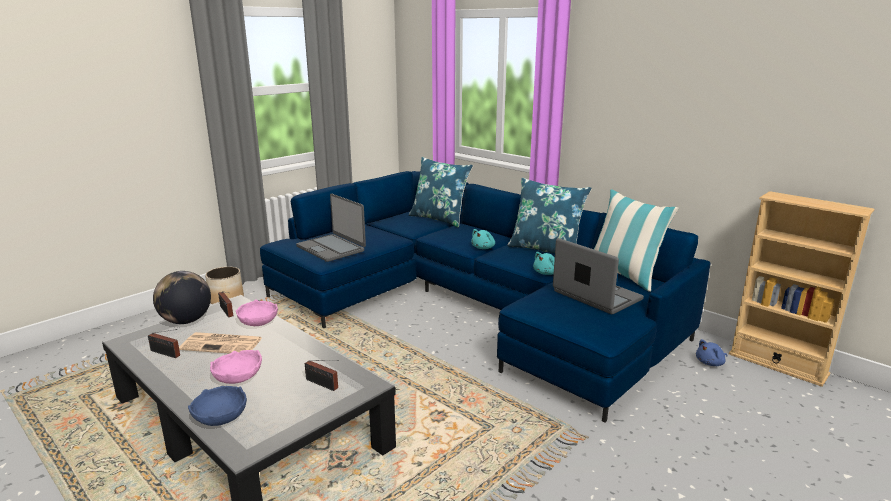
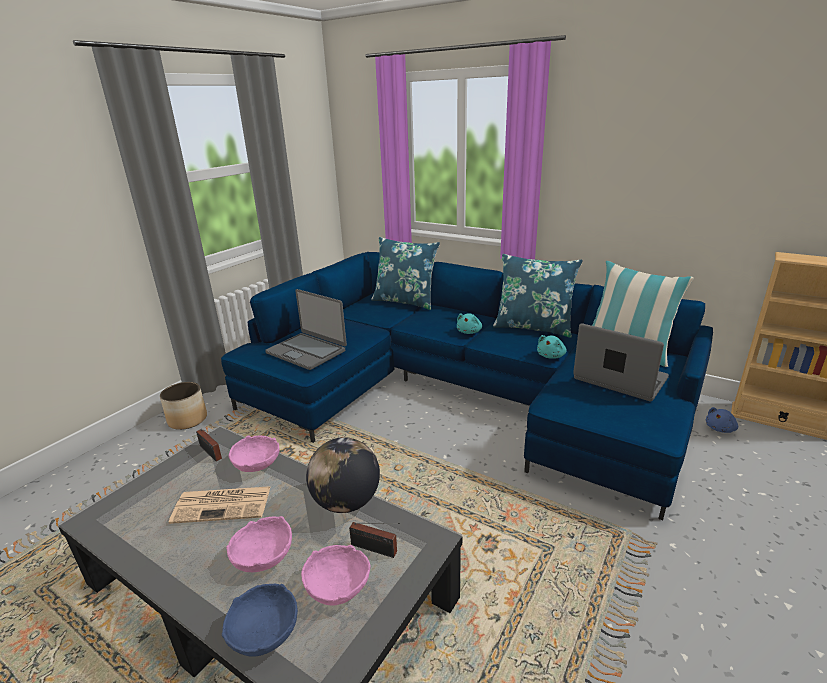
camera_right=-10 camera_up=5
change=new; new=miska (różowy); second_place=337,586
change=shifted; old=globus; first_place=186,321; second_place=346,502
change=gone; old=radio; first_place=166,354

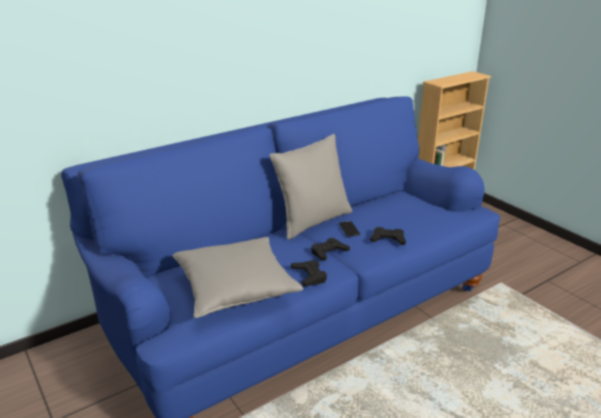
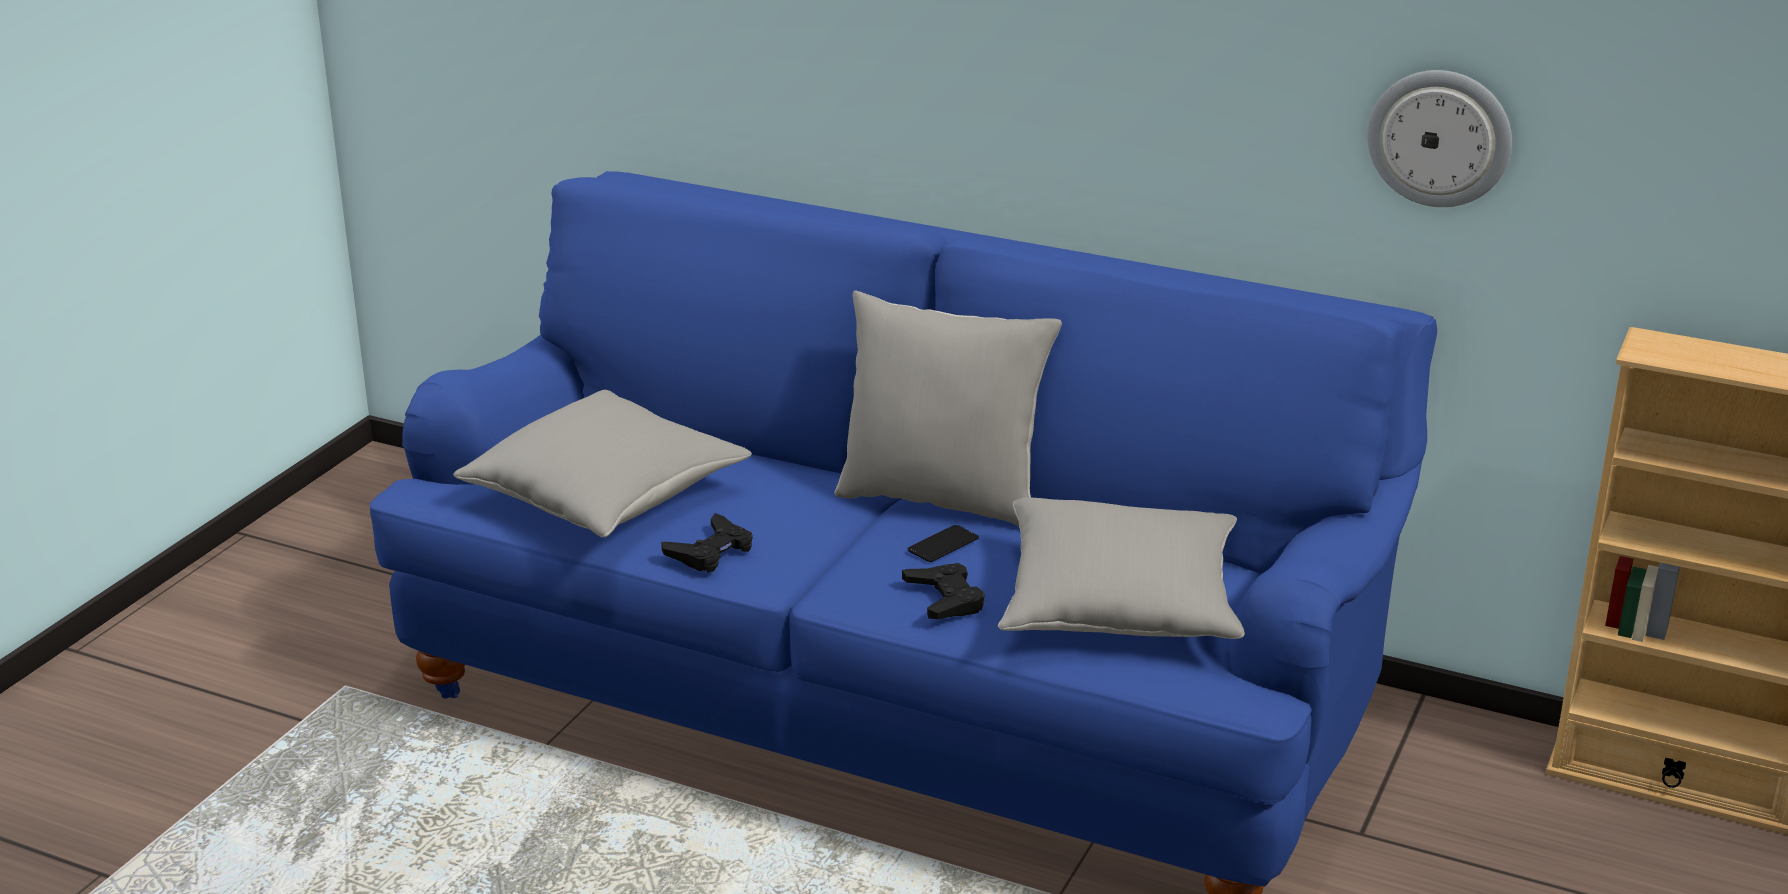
camera_right=60 camera_up=0
change=new; new=poduszka (szary); second_place=1120,604
change=new; new=zegar ścienny; second_place=1440,137
change=gone; old=pad do gier (czarny); first_place=328,252

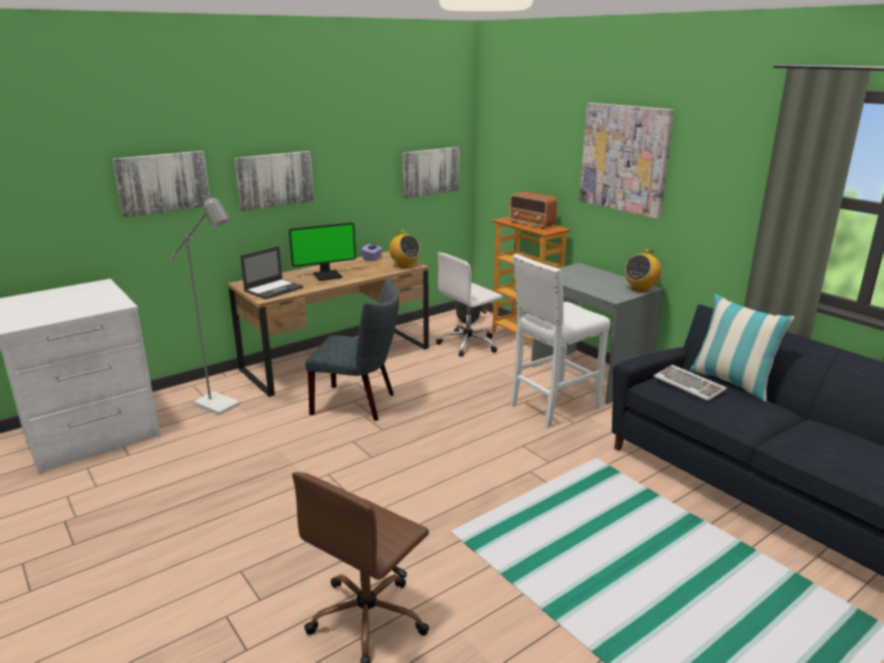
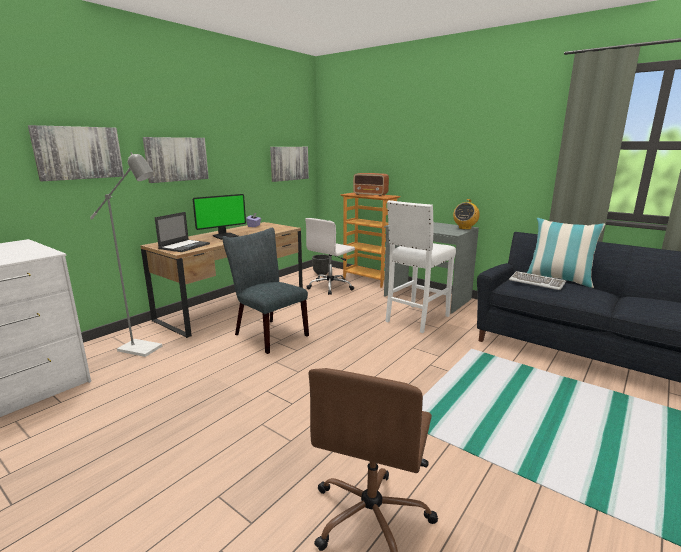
camera_right=-15 camera_up=-5
change=rotated; old=krzesło (szary); first_place=359,404; second_place=267,334; degrees=-135
change=gone; old=radio; first_place=404,265
change=gone; old=obraz; first_place=625,158

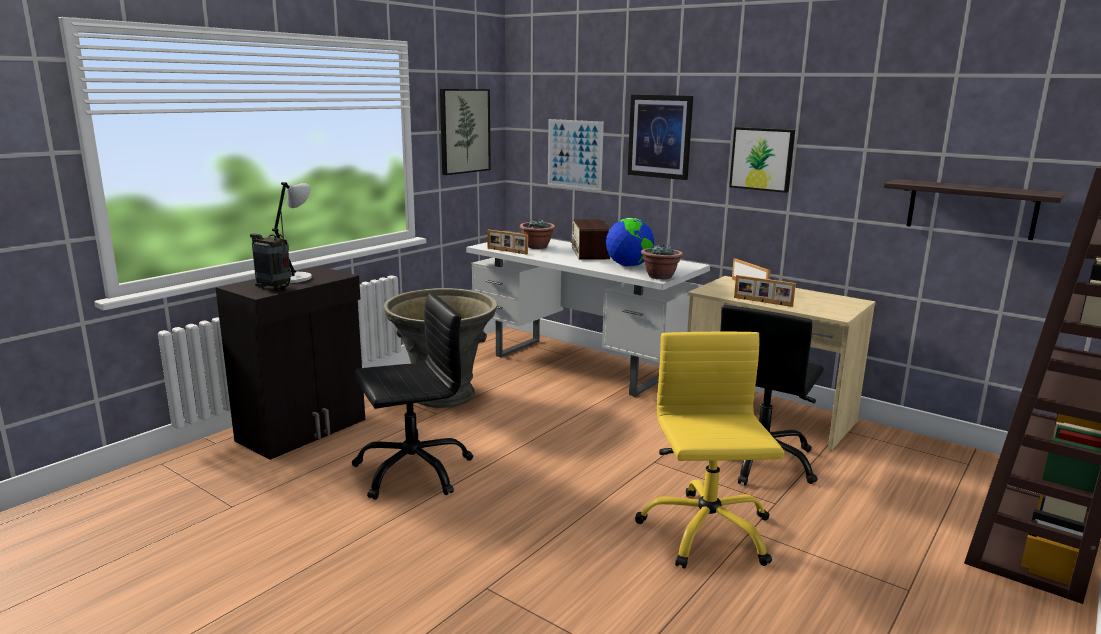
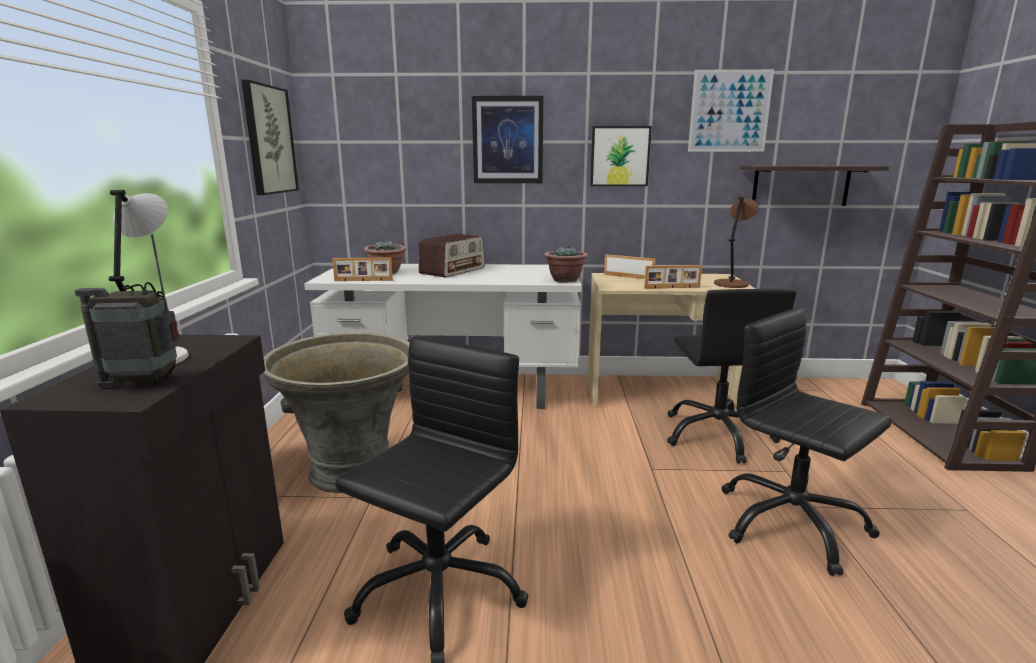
camera_right=-35 camera_up=0
change=rotated; old=radio; first_place=590,253; second_place=453,270; degrees=-105
change=shifted; old=obraz; first_place=574,154; second_place=729,111
change=new; new=lampa stołowa (brązowy); second_place=731,284
change=repainted; old=krzesło biurowe (żółty); new=krzesło biurowe (czarny); first_place=706,531; second_place=790,523
change=gone; old=globus; first_place=629,266

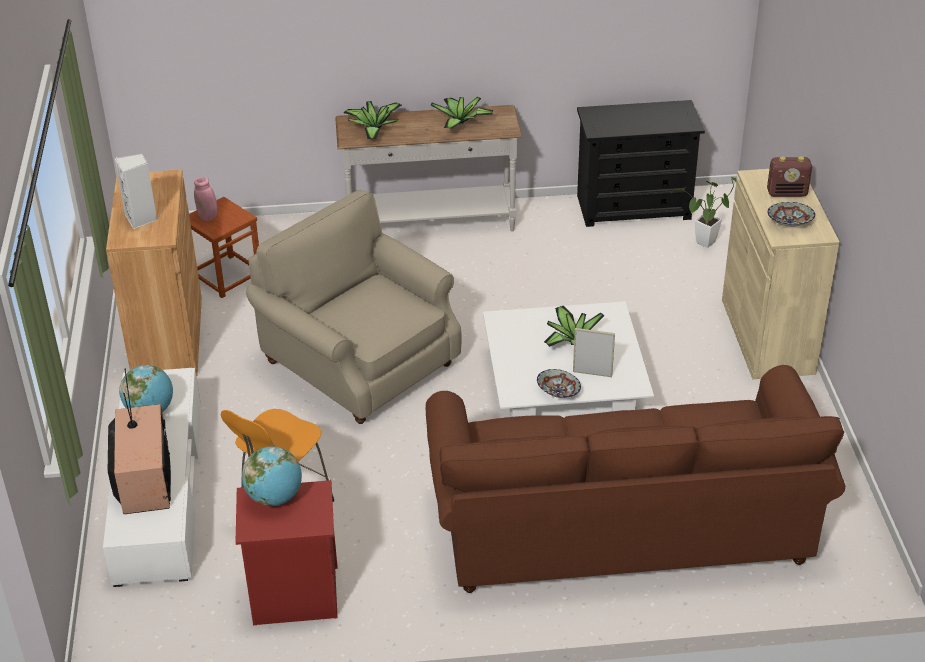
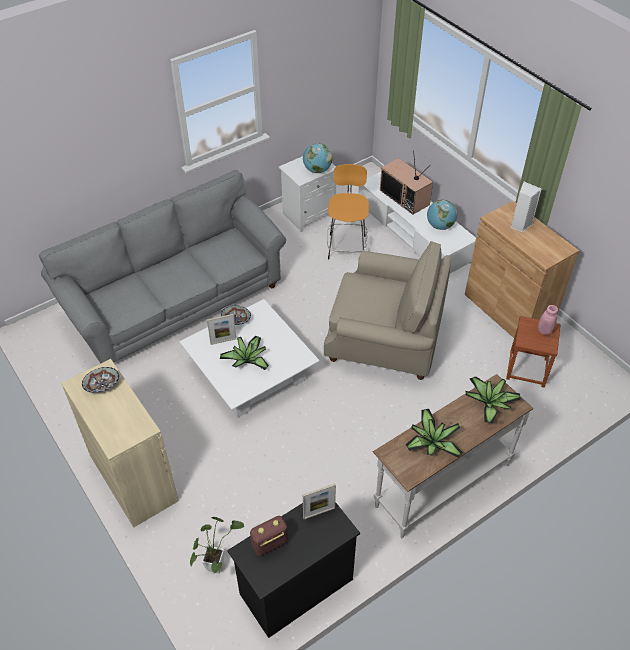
camera_right=150 camera_up=10
change=repainted; old=kanapa (brązowy); new=kanapa (szary); first_place=621,525; second_place=175,302
change=shifted; old=radio; first_place=787,193; second_place=269,544
change=repainted; old=szafka nocna (czerwony); new=szafka nocna (biały); first_place=293,597; second_place=308,214
change=new; new=ramka na zdjęcie; second_place=319,513

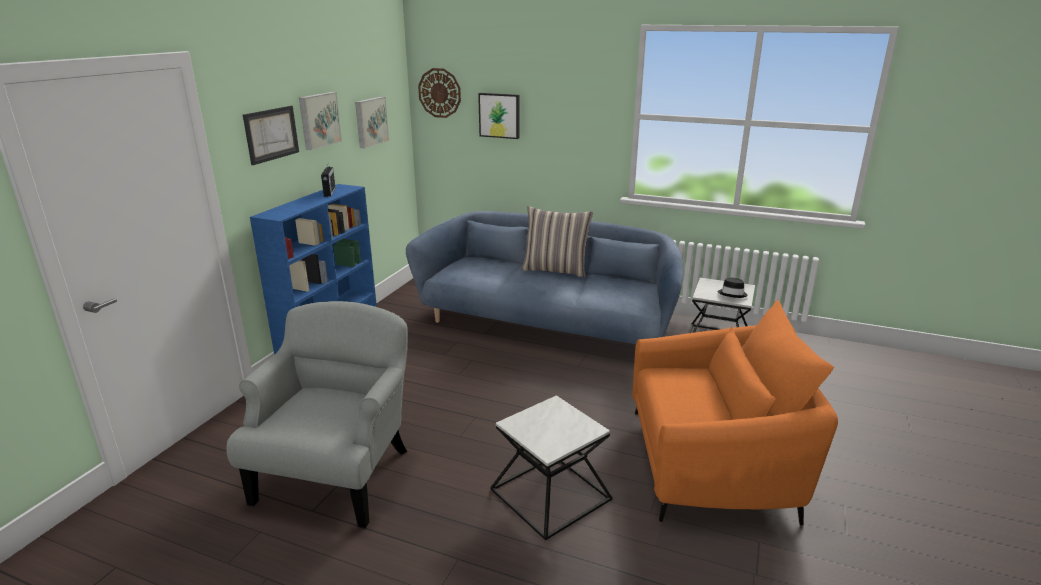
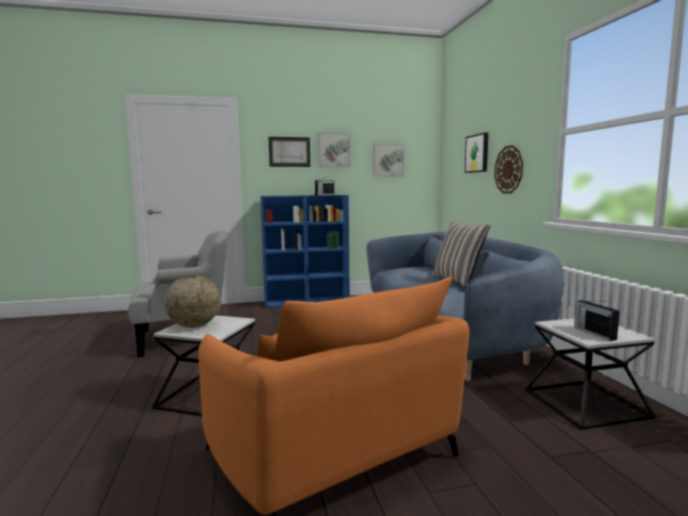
camera_right=55 camera_up=-15
change=new; new=globus; second_place=194,326
change=shifted; old=zegar ścienny; first_place=439,93; second_place=508,169
change=swapped; old=kapelusz (czarny); new=radio; first_place=732,294; second_place=594,333

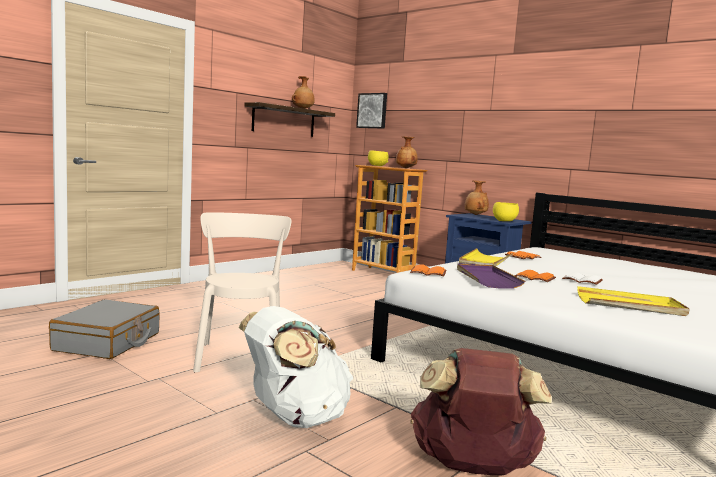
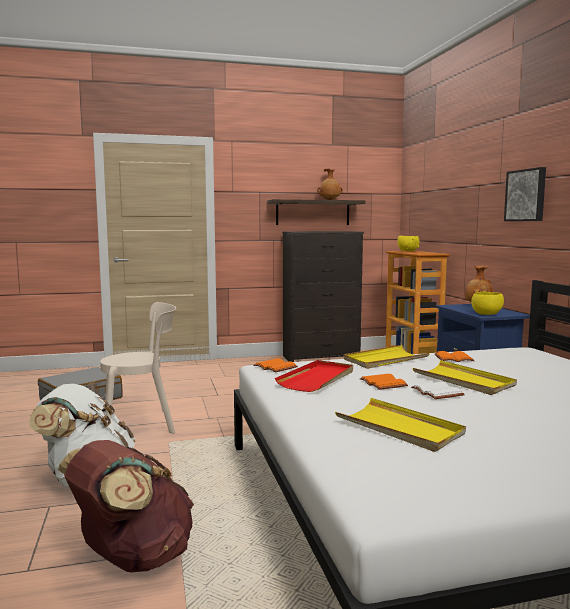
camera_right=35 camera_up=0
change=rotated; old=krzesło (beżowy); first_place=240,356; second_place=143,424; degrees=45
change=repainted; old=taca (fioletowy); new=taca (czerwony); first_place=486,278; second_place=317,379
change=new; new=komoda (czarny); second_place=322,358
change=new; new=taca (żółty); second_place=463,381
change=shifted; old=obraz; first_place=372,111; second_place=526,195
change=gone; old=wazon (brązowy); first_place=406,168

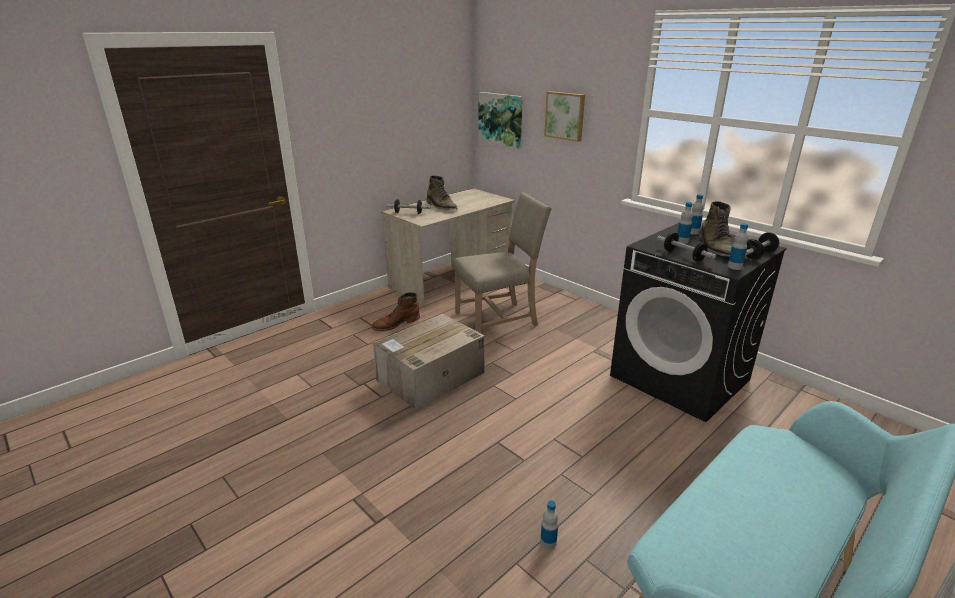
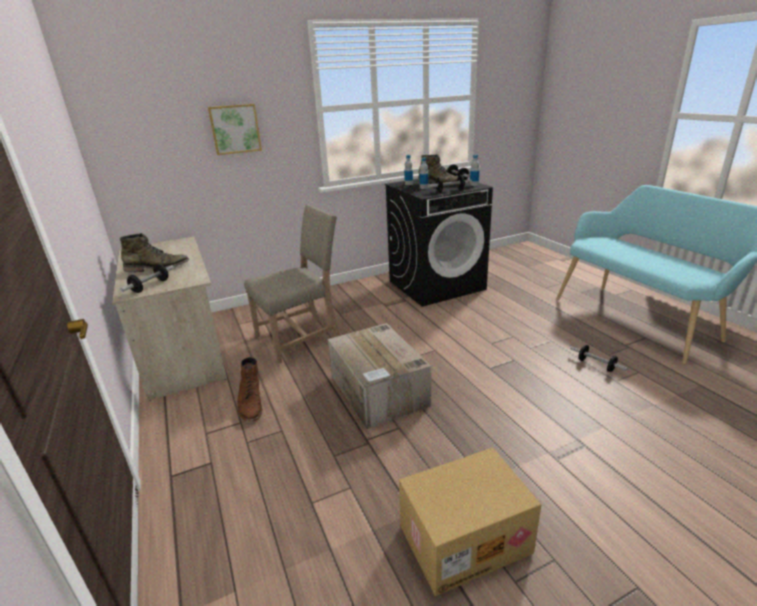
camera_right=-70 camera_up=0
change=rotated; old=krzesło (beżowy); first_place=499,319; second_place=301,337; degrees=60
change=new; new=karton; second_place=464,537
change=swapped; old=butelka; new=hantel; first_place=548,542; second_place=596,365
change=gone; old=obraz; first_place=501,119

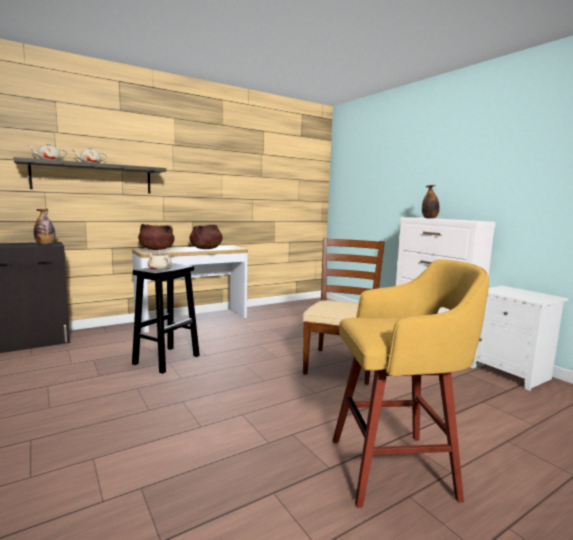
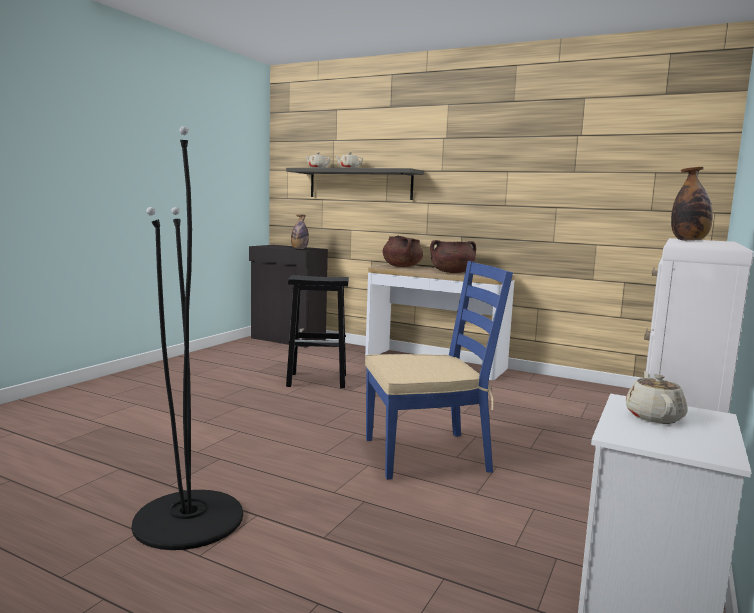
camera_right=60 camera_up=0
change=swapped; old=stołek (żółty); new=lampa stojąca (czarny); first_place=396,468; second_place=188,519
change=repainted; old=krzesło (brązowy); new=krzesło (niebieski); first_place=341,364; second_place=427,454
change=shifted; old=imbryk (beżowy); first_place=159,269; second_place=653,416

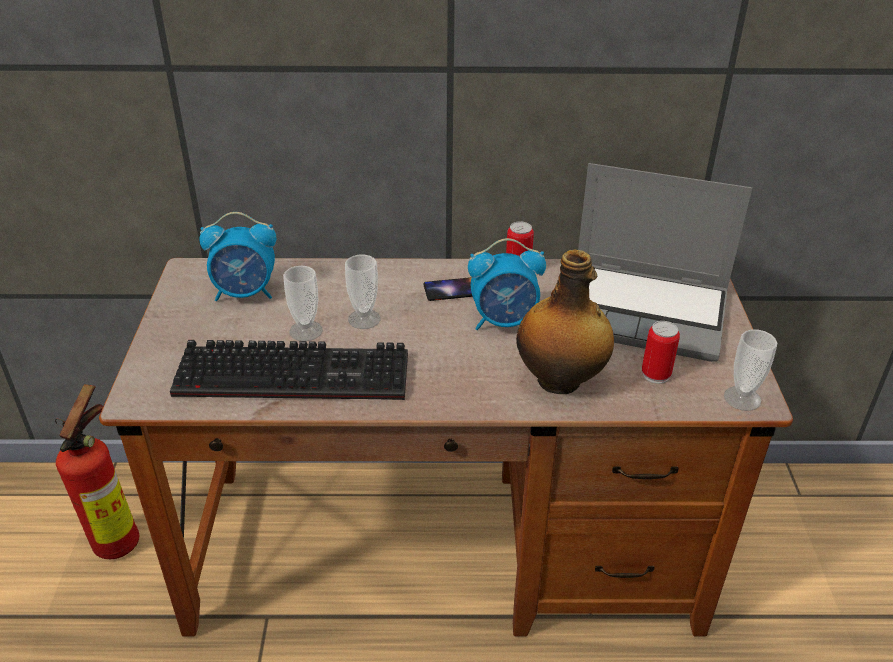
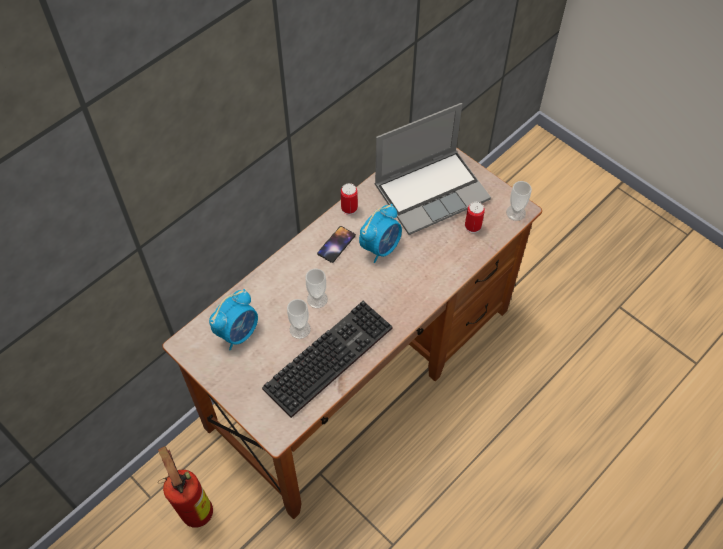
camera_right=-45 camera_up=20
change=gone; old=butelka; first_place=560,381

